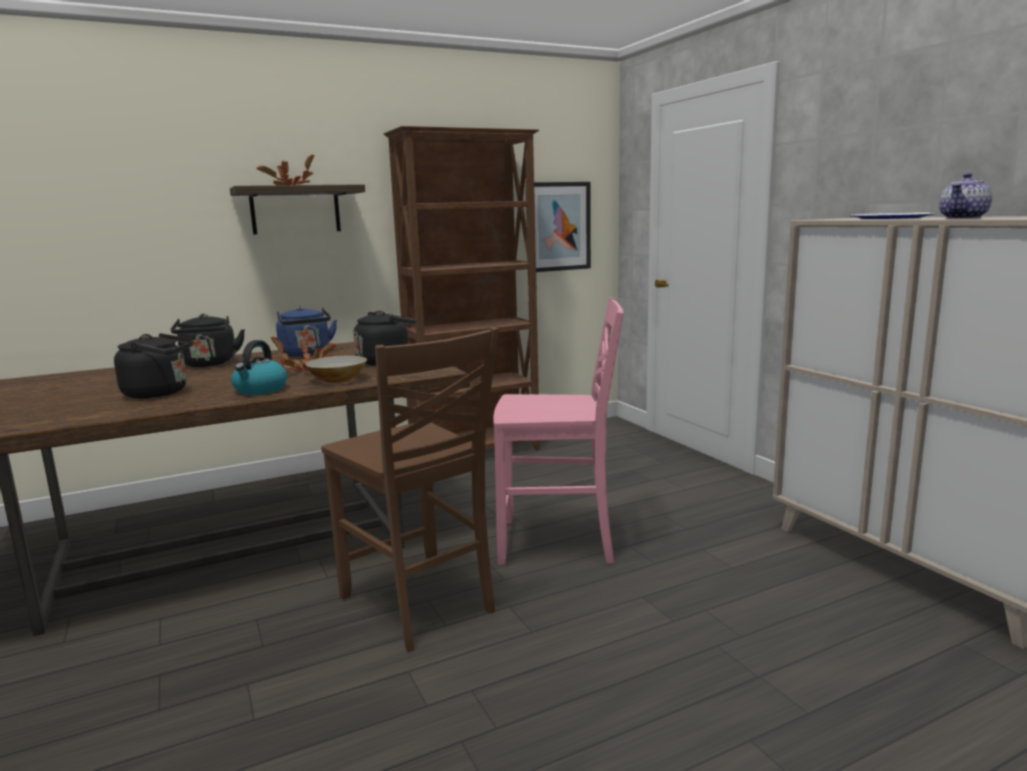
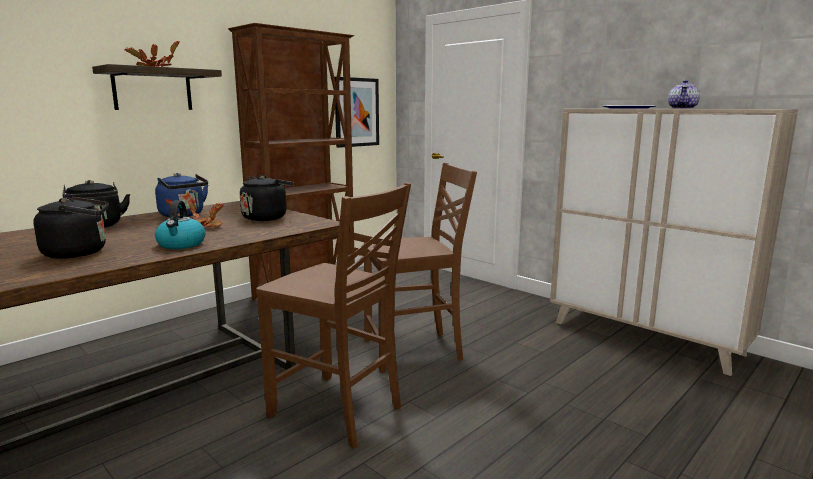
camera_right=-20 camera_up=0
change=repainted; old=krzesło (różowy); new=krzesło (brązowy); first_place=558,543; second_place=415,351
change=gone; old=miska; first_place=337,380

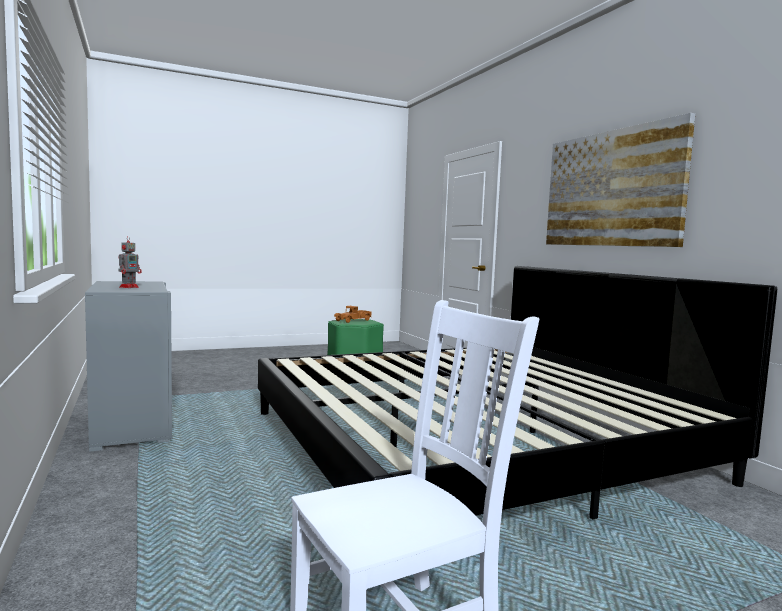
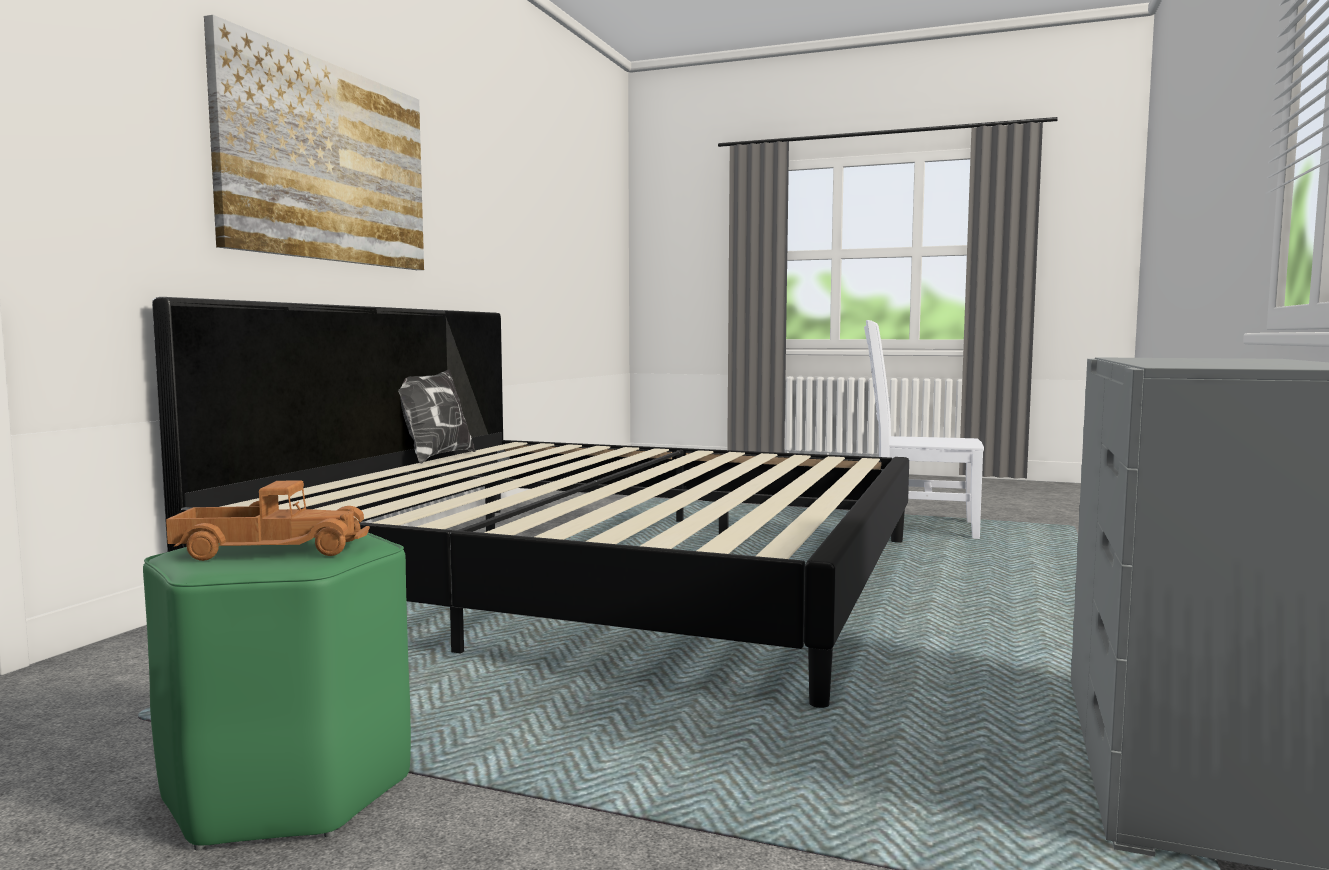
camera_right=-135 camera_up=0
change=new; new=poduszka; second_place=433,457
change=gone; old=robot zabawkowy; first_place=129,287

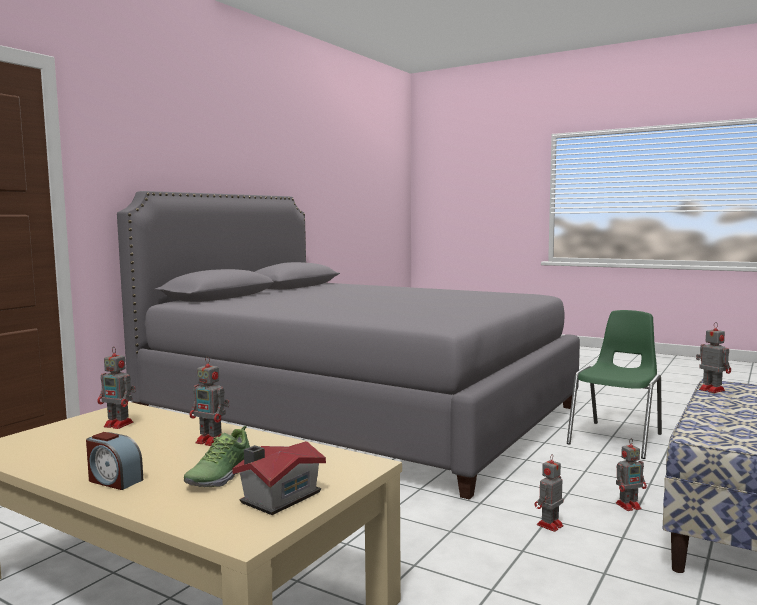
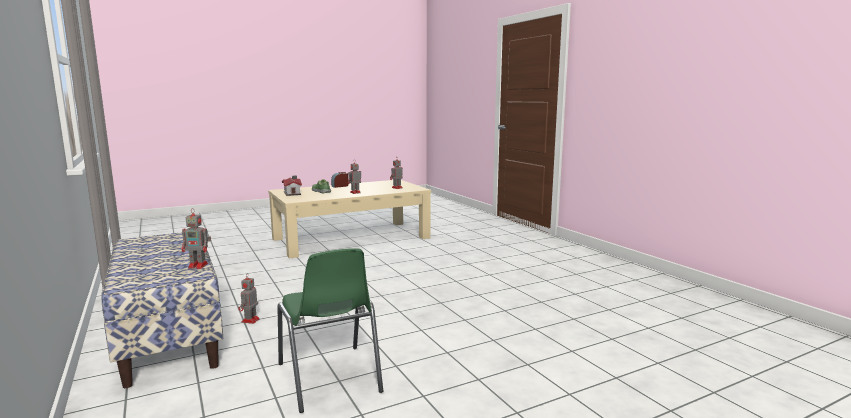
camera_right=120 camera_up=5
change=gone; old=łóżko (szary); first_place=357,413
change=gone; old=robot zabawkowy; first_place=549,525

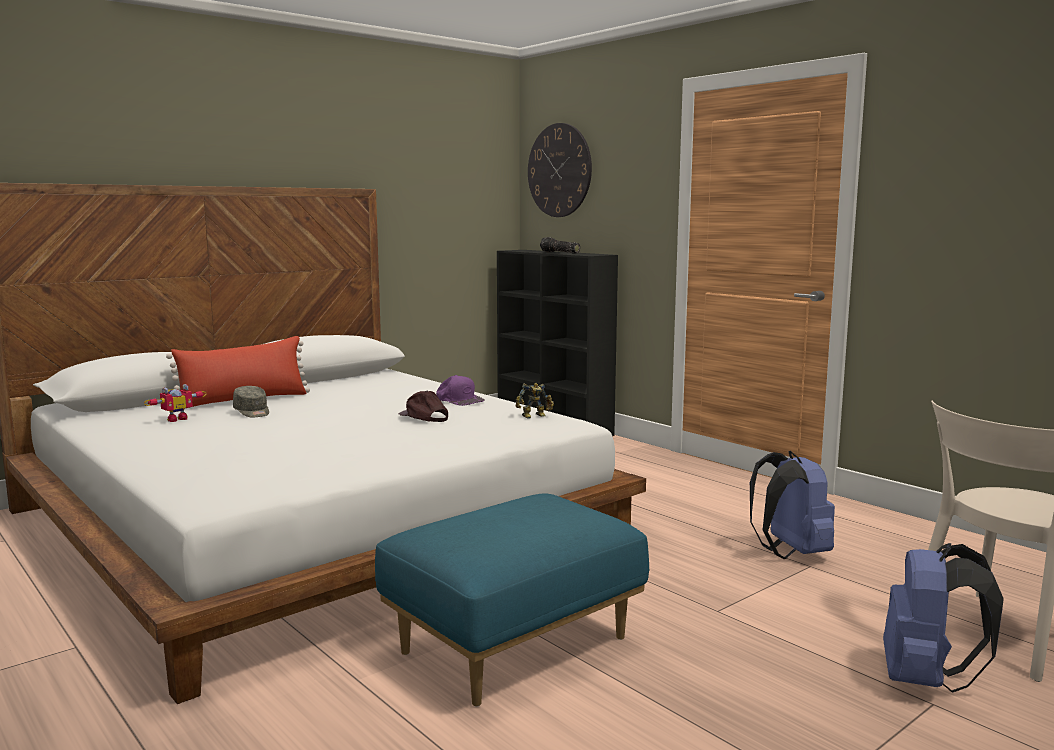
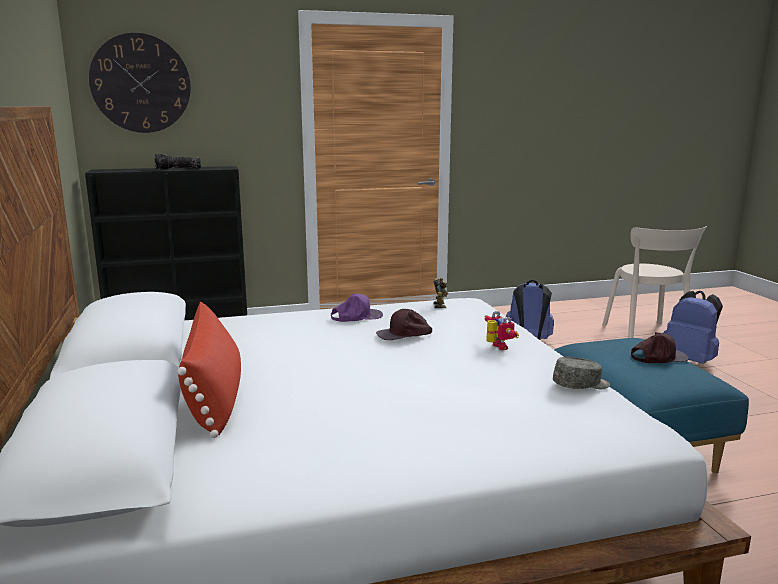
camera_right=-65 camera_up=5
change=shifted; old=robot zabawkowy; first_place=176,419; second_place=496,347
change=shifted; old=czapka z daszkiem (szary); first_place=252,412; second_place=581,385
change=new; new=czapka z daszkiem (brązowy); second_place=658,357

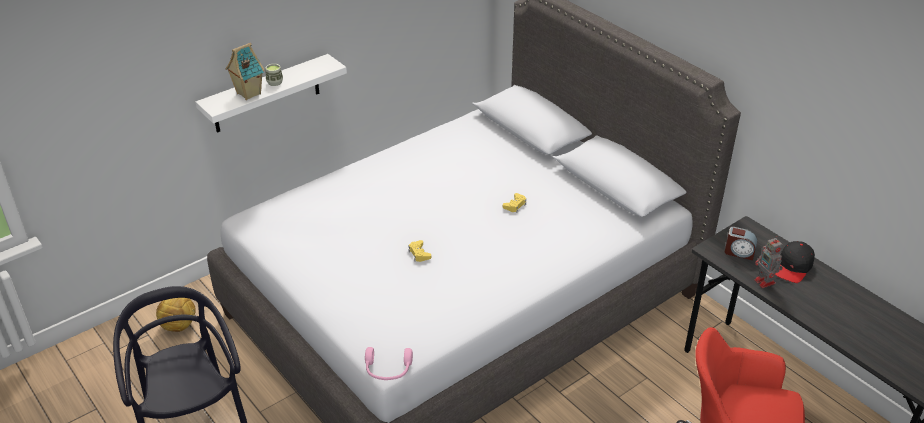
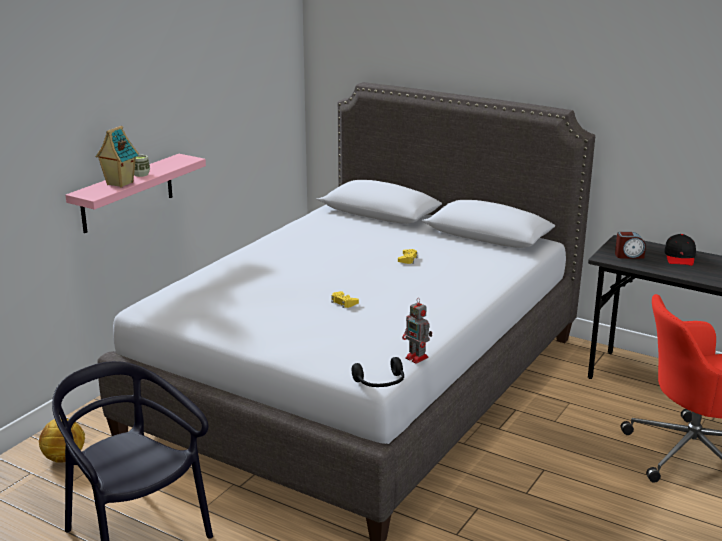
camera_right=-20 camera_up=-15
change=repainted; old=półka (biały); new=półka (różowy); first_place=266,94; second_place=127,193
change=repainted; old=słuchawki (różowy); new=słuchawki (czarny); first_place=388,370; second_place=380,383
change=shifted; old=robot zabawkowy; first_place=765,282; second_place=417,358

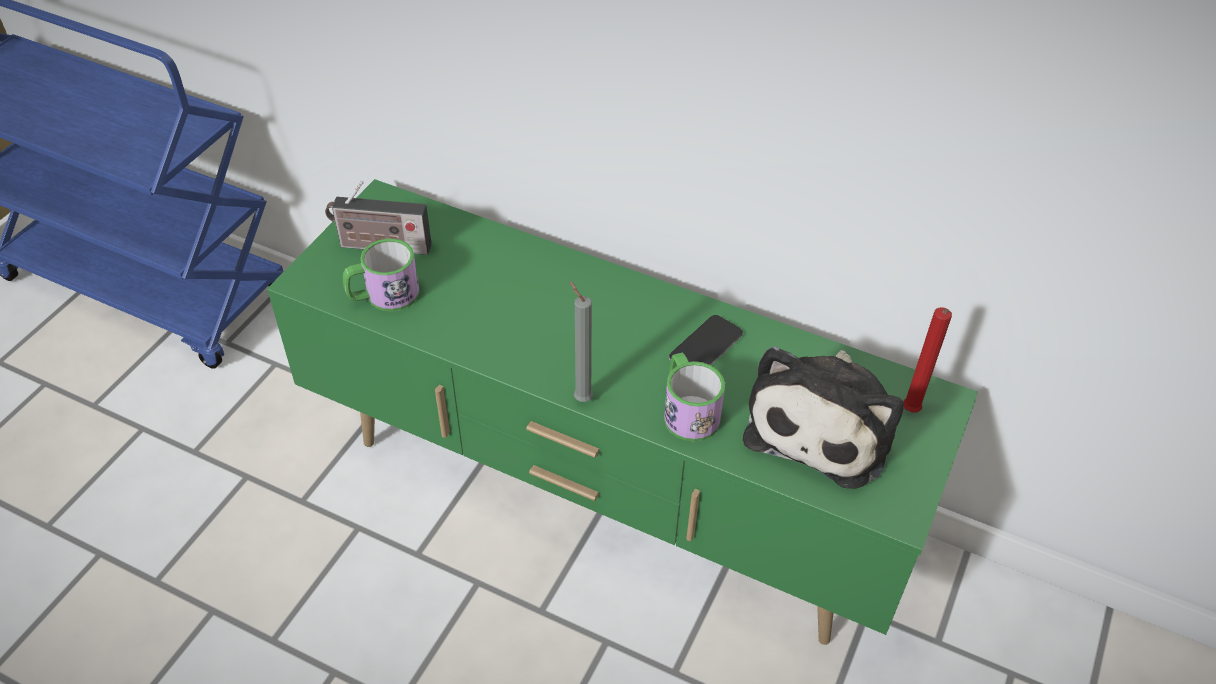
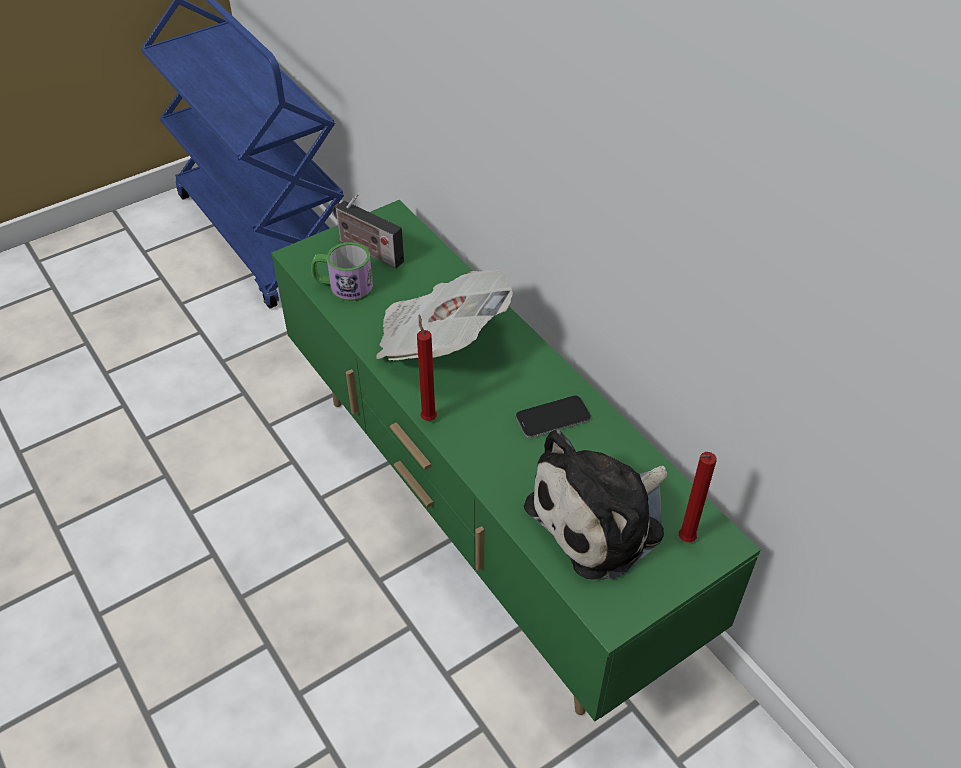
camera_right=30 camera_up=0
change=new; new=gazeta; second_place=440,341
change=repainted; old=świeca (szary); new=świeca (czerwony); first_place=581,397; second_place=428,417
change=gone; old=kubek; first_place=687,410

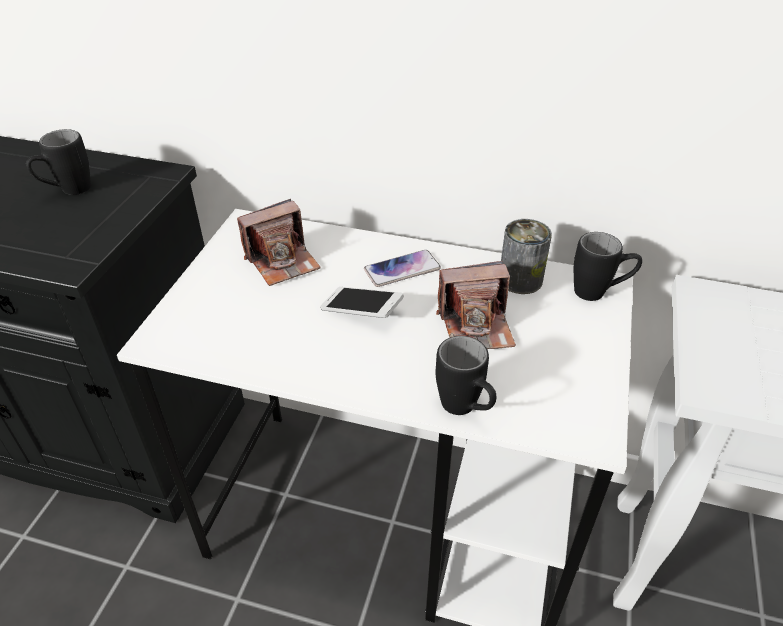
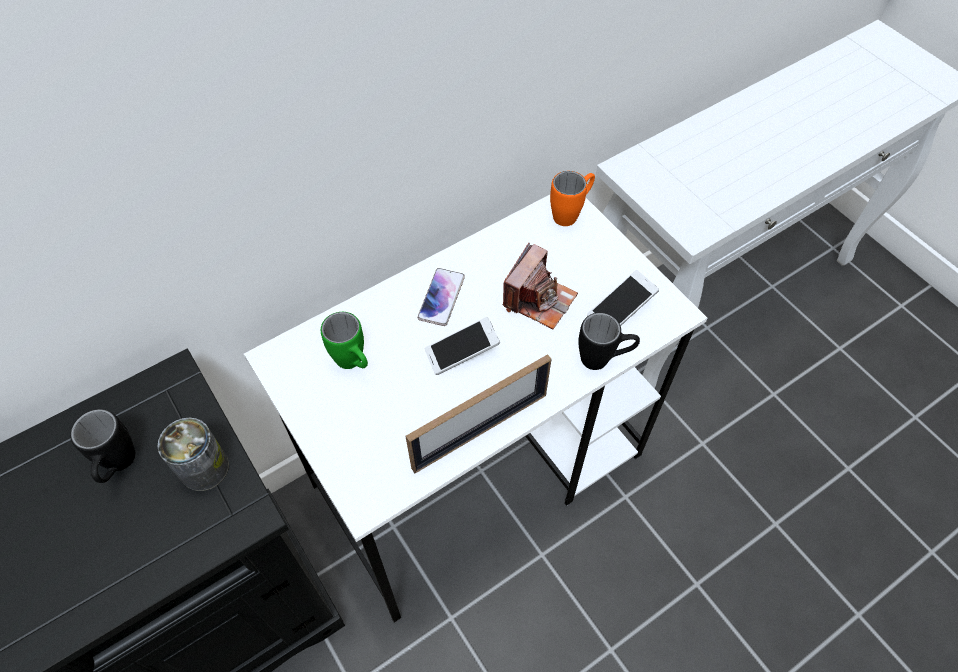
camera_right=-50 camera_up=15
change=shifted; old=puszka; first_place=520,279; second_place=204,468
change=swapped; old=aparat fotograficzny; new=kubek (zielony); first_place=282,261; second_place=354,364
change=new; new=ramka na zdjęcie; second_place=480,431
change=repainted; old=kubek (czarny); new=kubek (pomarańczowy); first_place=599,293; second_place=571,213
change=new; new=telefon; second_place=621,309

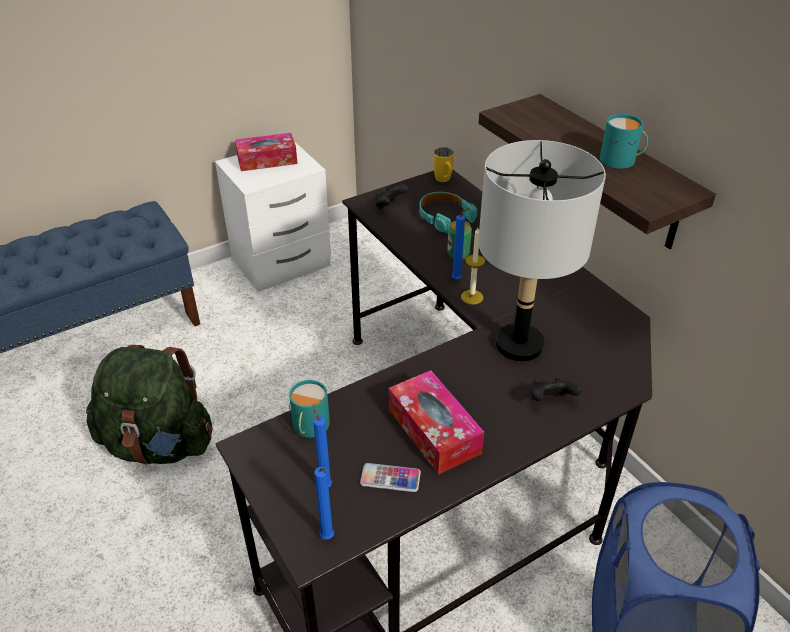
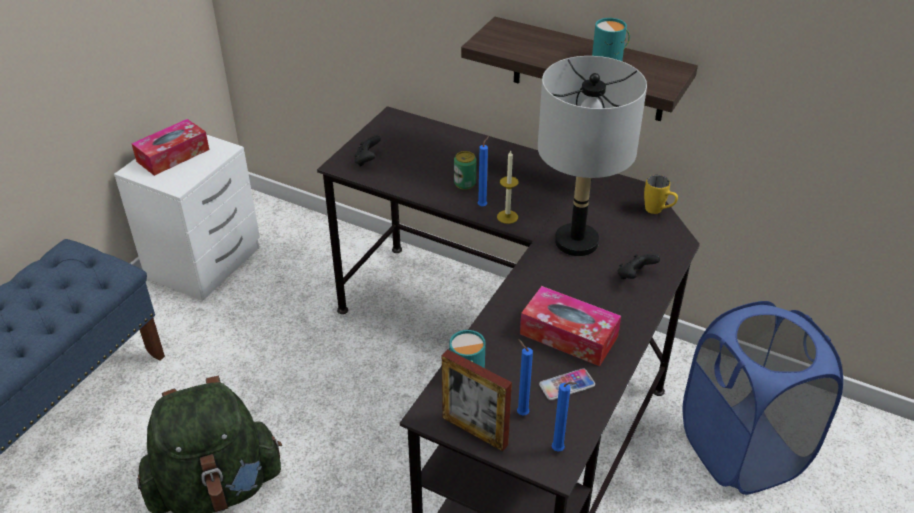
camera_right=-30 camera_up=0
change=new; new=ramka na zdjęcie; second_place=474,431
change=shifted; old=kubek (żółty); first_place=444,181; second_place=658,211
change=gone; old=słuchawki (turkusowy); first_place=444,217

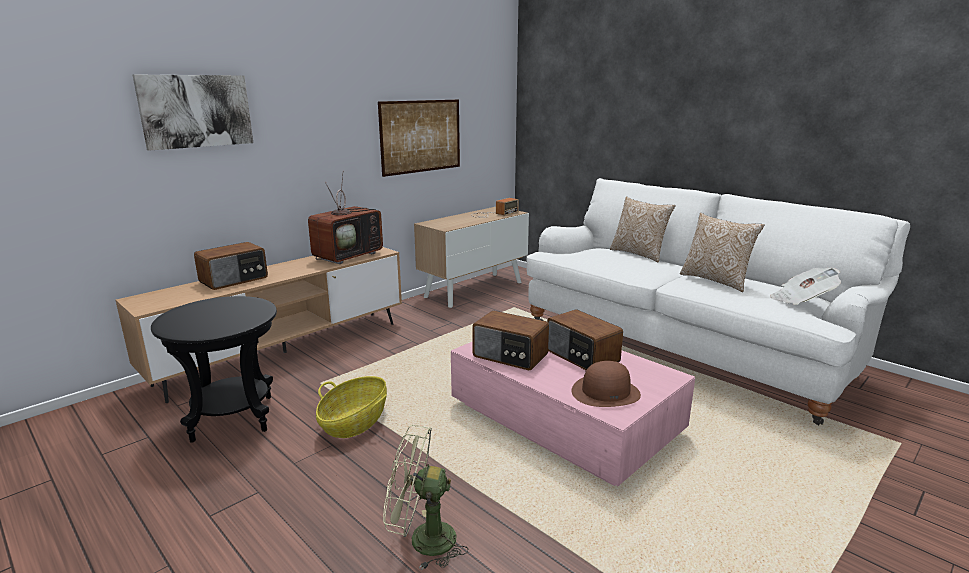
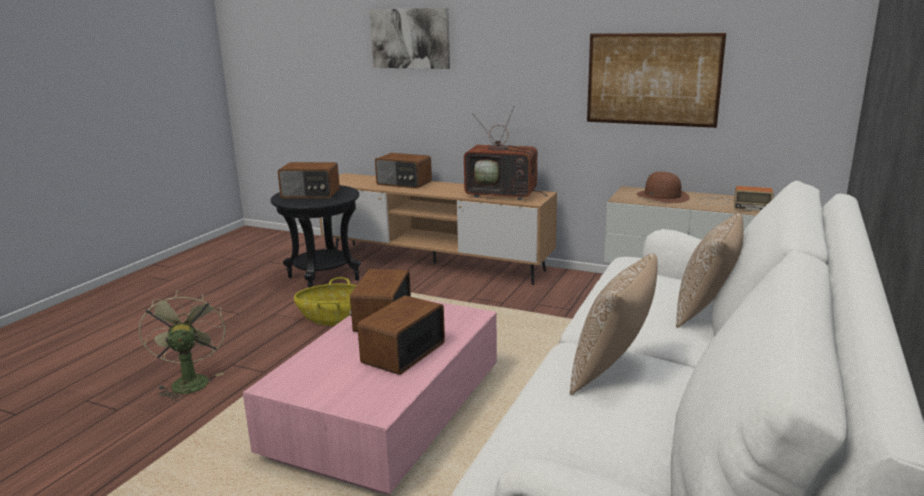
camera_right=70 camera_up=0
change=new; new=radio; second_place=310,194
change=shifted; old=kapelusz (brązowy); first_place=606,392; second_place=662,196
change=gone; old=gazeta; first_place=801,300

